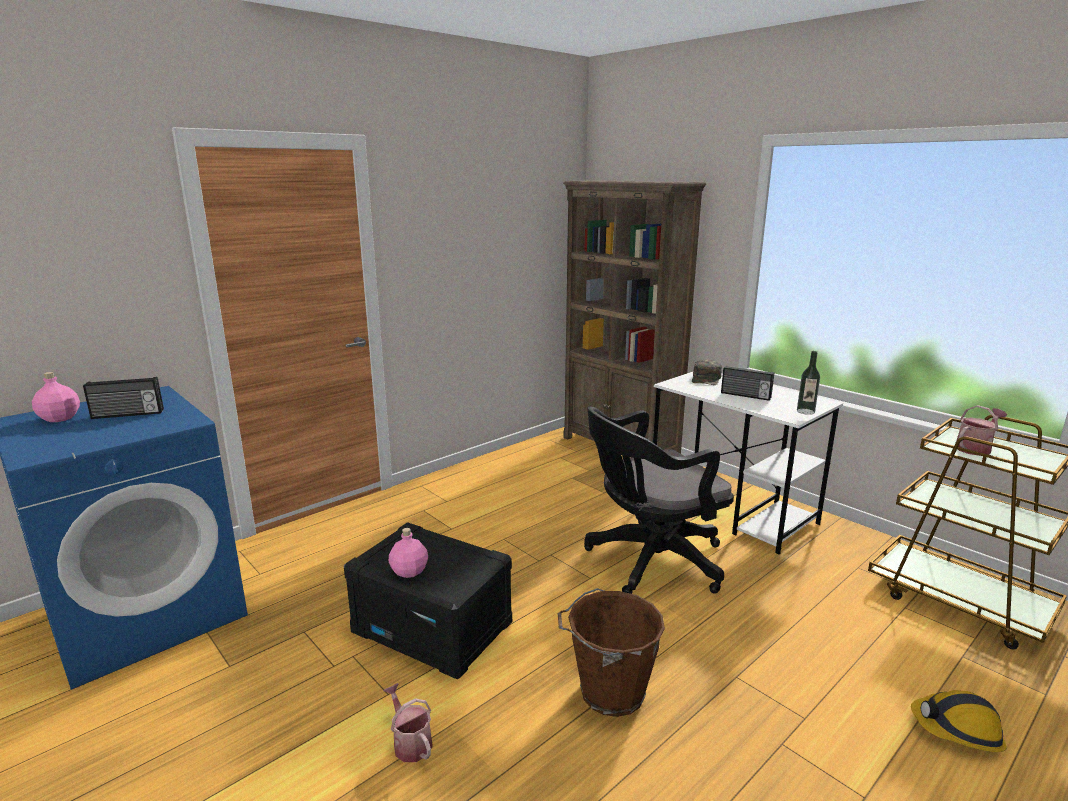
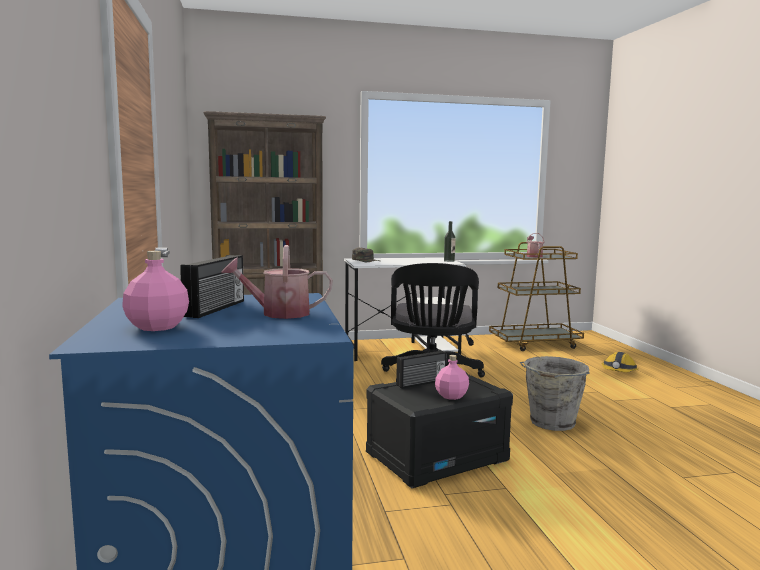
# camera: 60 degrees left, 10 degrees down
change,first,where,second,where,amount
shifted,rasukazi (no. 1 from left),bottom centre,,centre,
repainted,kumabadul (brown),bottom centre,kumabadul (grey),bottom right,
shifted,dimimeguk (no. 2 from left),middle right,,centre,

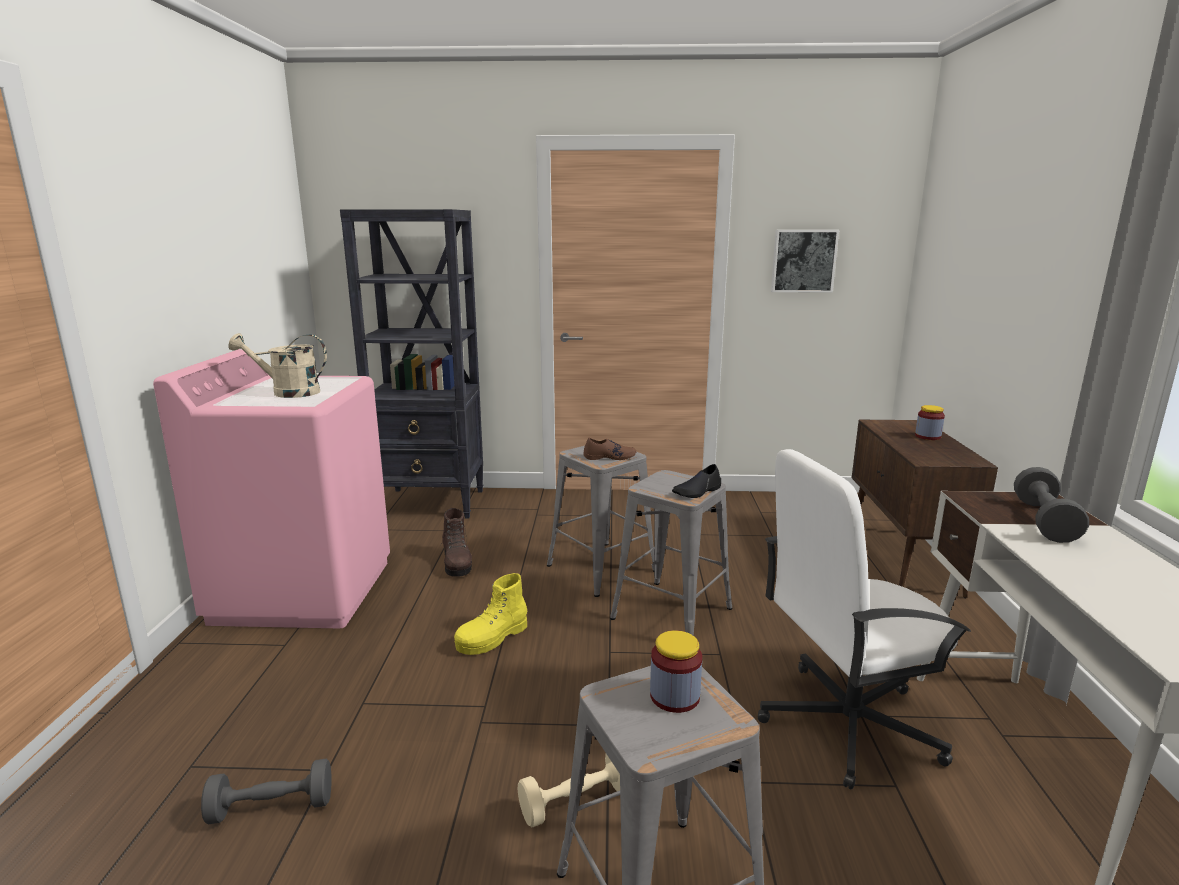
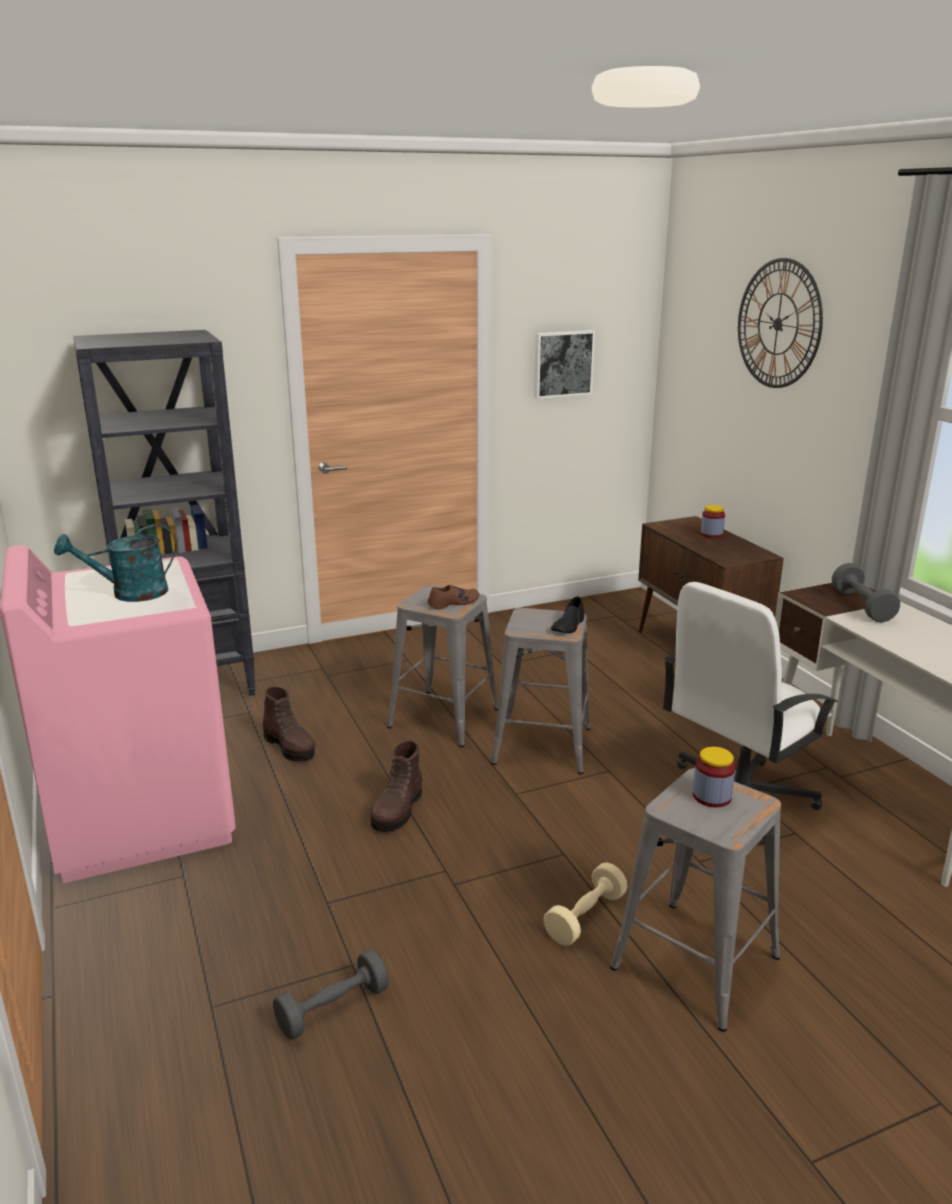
# camera: 25 degrees left, 5 degrees up
change,first,where,second,where,amount
repainted,rasukazi (beige),middle left,rasukazi (turquoise),middle left,
repainted,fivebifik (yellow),bottom centre,fivebifik (brown) (no. 2 from left),centre,
new,,,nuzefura,top right,

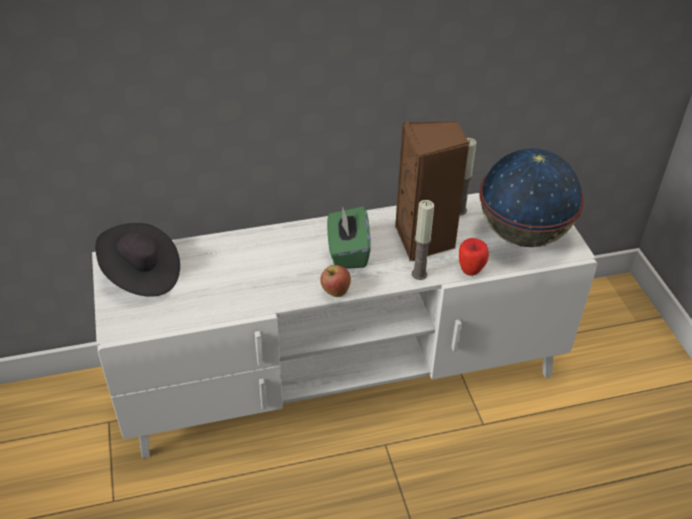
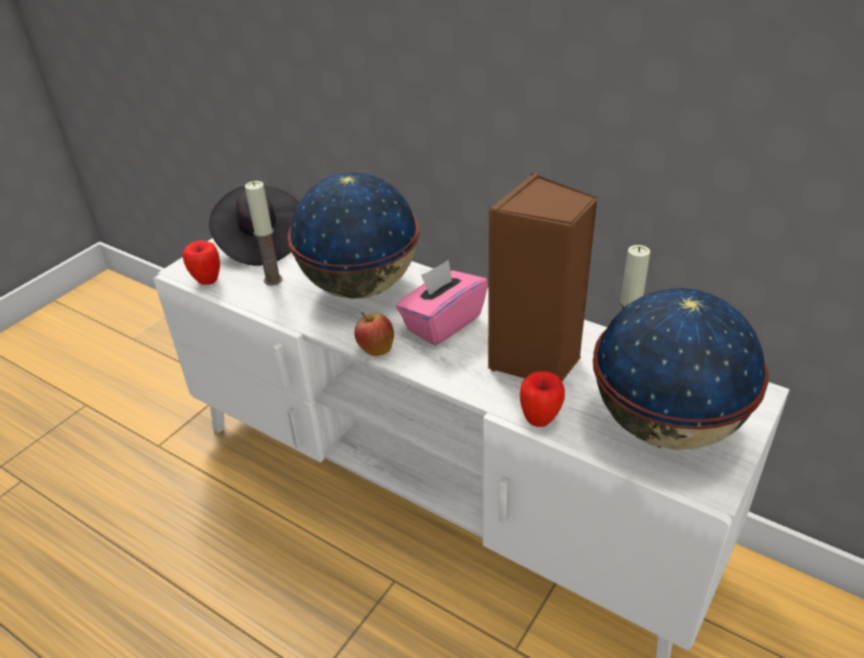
# camera: 50 degrees right, 5 degrees down
change,first,where,second,where,amount
repainted,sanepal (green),centre,sanepal (pink),centre,
shifted,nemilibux (no. 1 from left),centre,,middle left,
new,,,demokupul (no. 1 from left),middle left,
new,,,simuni (no. 1 from left),centre,

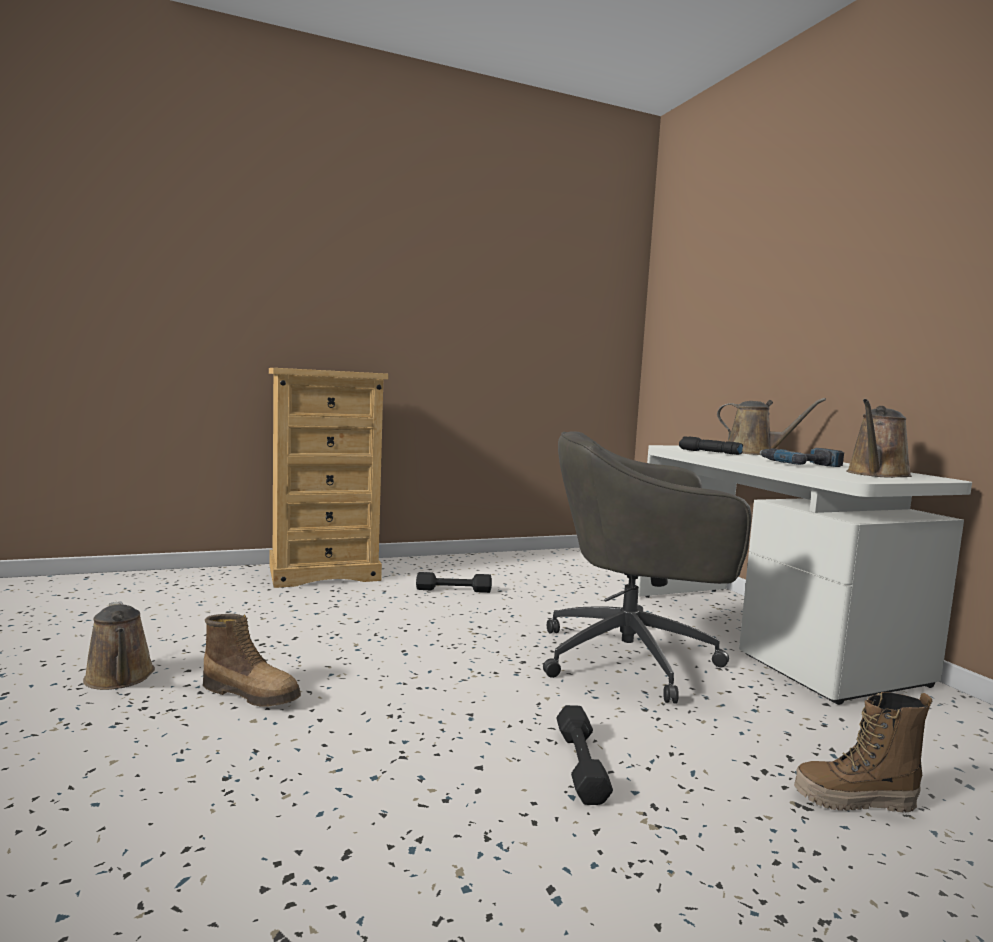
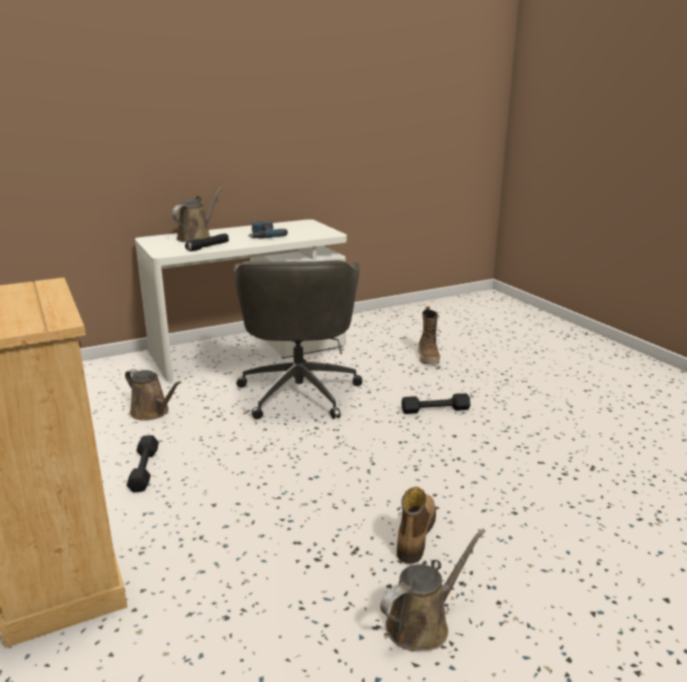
# camera: 95 degrees left, 15 degrees up
change,first,where,second,where,amount
shifted,rasukazi (brown) (no. 3 from left in the first image),middle right,rasukazi (brown) (no. 1 from left),middle left,

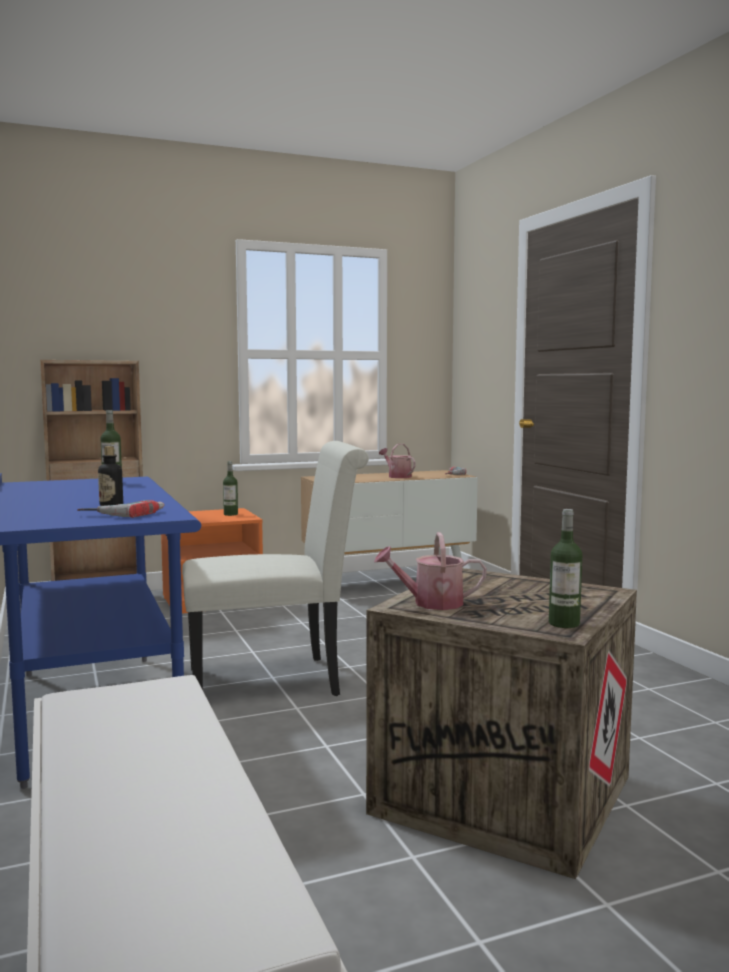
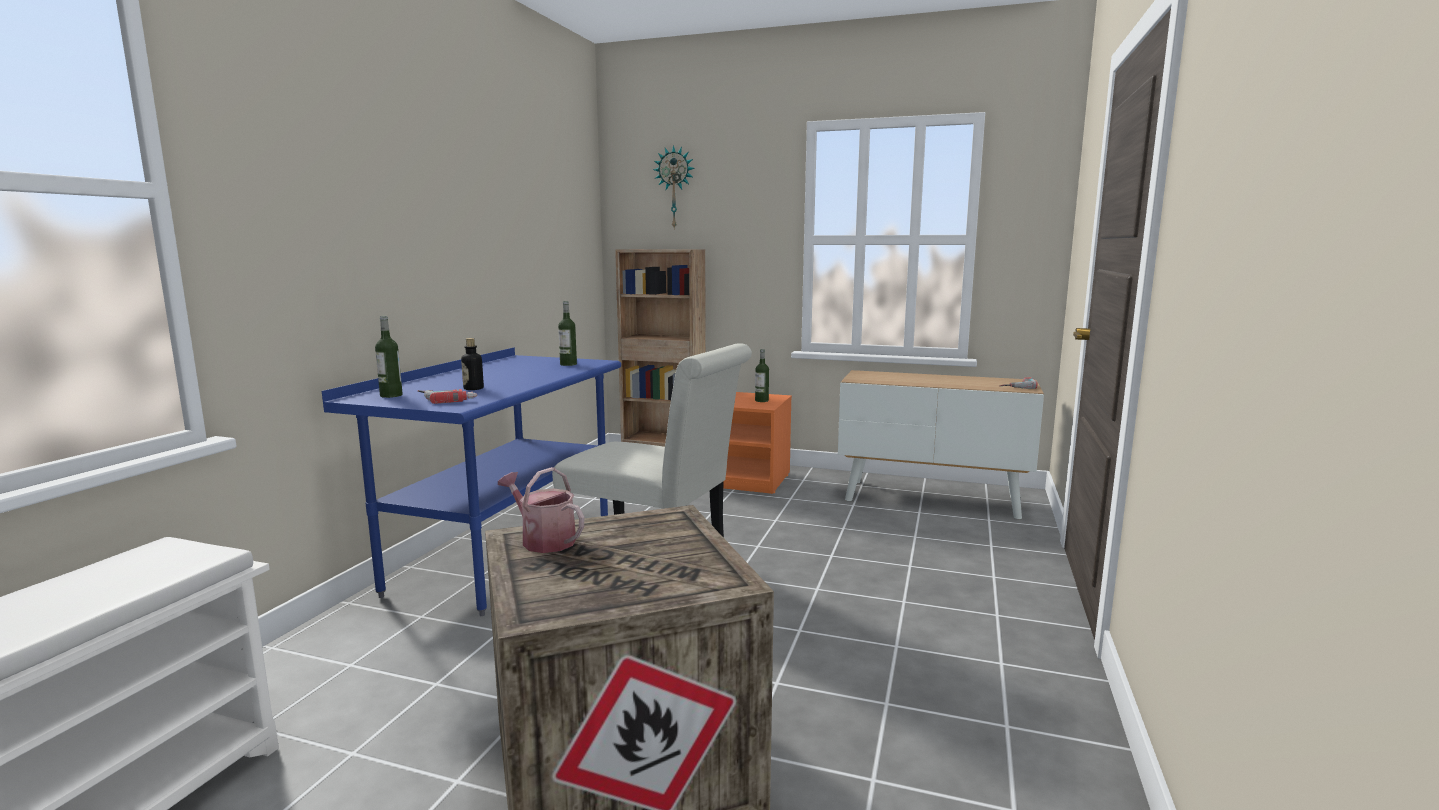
# camera: 40 degrees right, 5 degrees up
change,first,where,second,where,amount
gone,rasukazi (no. 1 from left),centre,,,
shifted,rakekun (no. 4 from left in the first image),middle right,rakekun (no. 1 from left),middle left,
new,,,nuzefura,top centre,

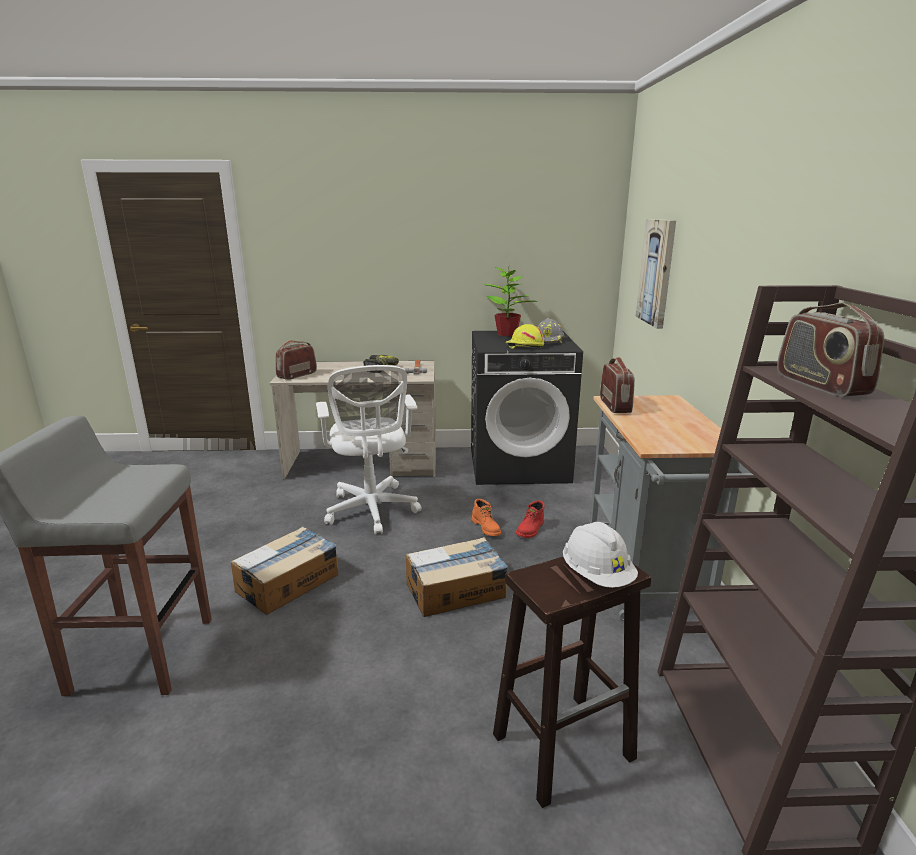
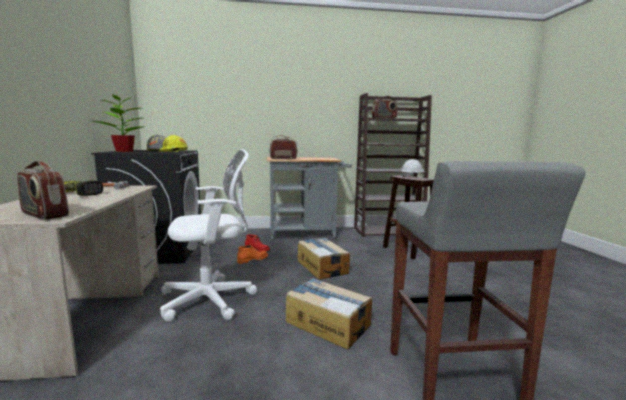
# camera: 95 degrees left, 10 degrees down
change,first,where,second,where,amount
gone,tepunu,top right,,,

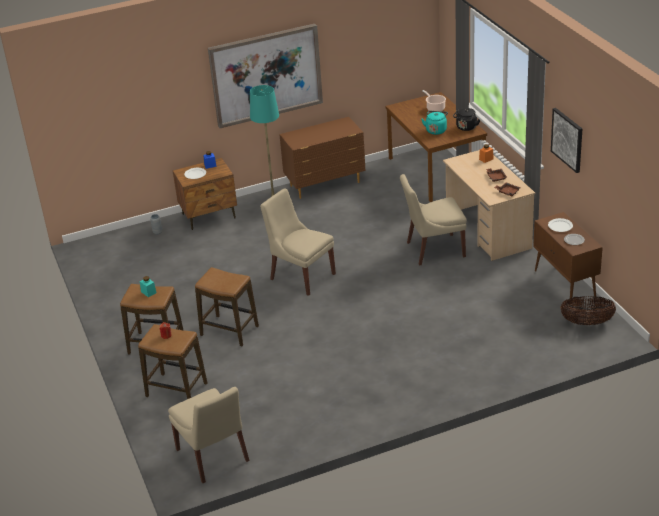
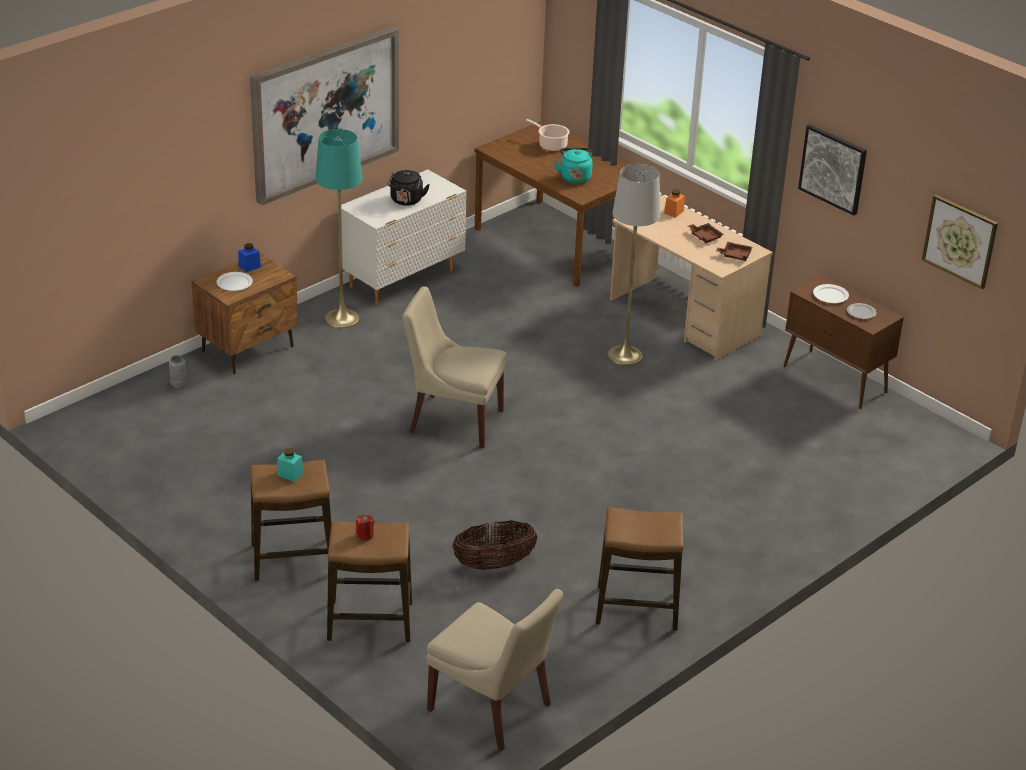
# camera: 25 degrees left, 0 degrees up
change,first,where,second,where,amount
shifted,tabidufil (no. 3 from left),centre,,bottom centre,
repainted,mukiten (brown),top centre,mukiten (white),top centre,
swapped,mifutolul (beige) (no. 3 from left),centre,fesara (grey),centre,
shifted,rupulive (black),top right,,top centre,
shifted,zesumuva,middle right,,bottom centre,
new,,,tepunu (no. 3 from left),top right,

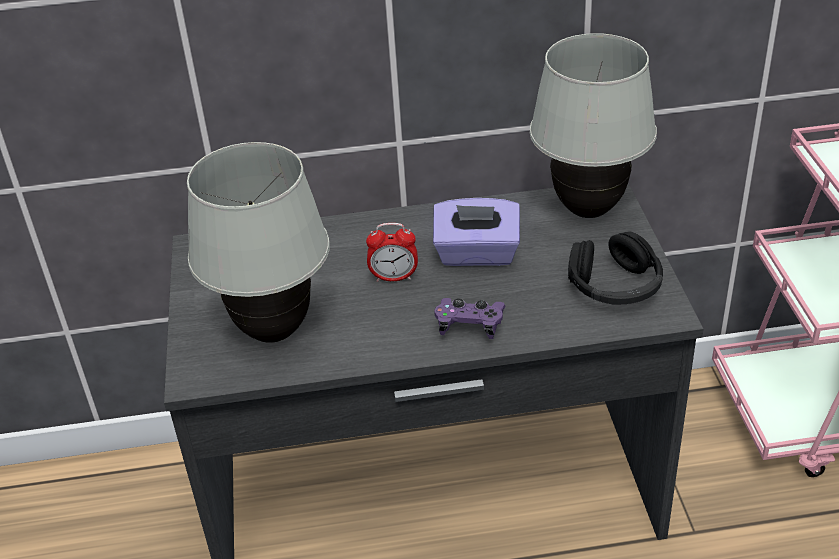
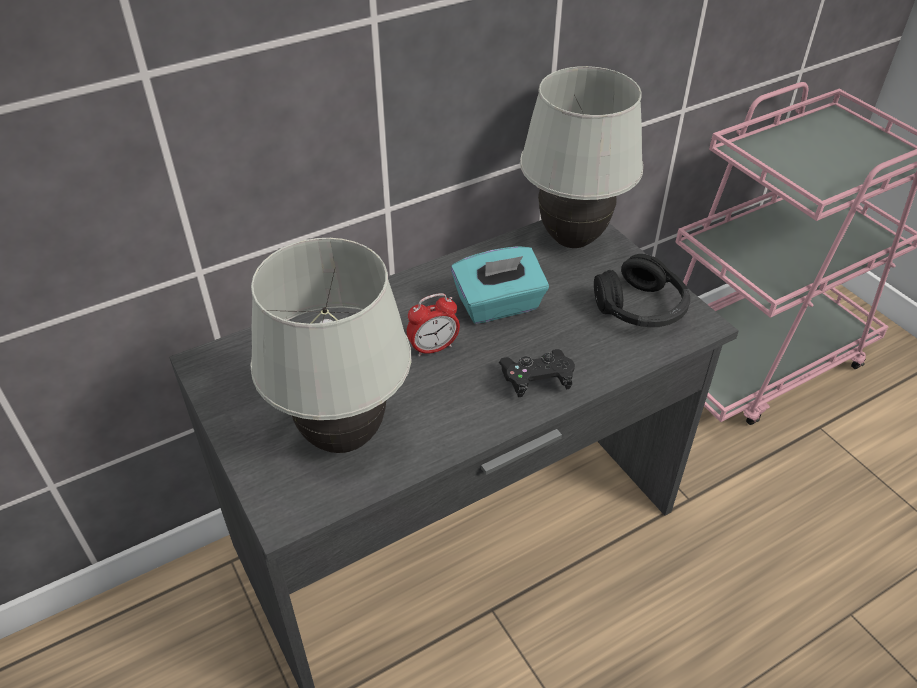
# camera: 25 degrees left, 5 degrees up
change,first,where,second,where,amount
repainted,sanepal (purple),centre,sanepal (turquoise),centre,
repainted,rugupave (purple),centre,rugupave (black),centre,

